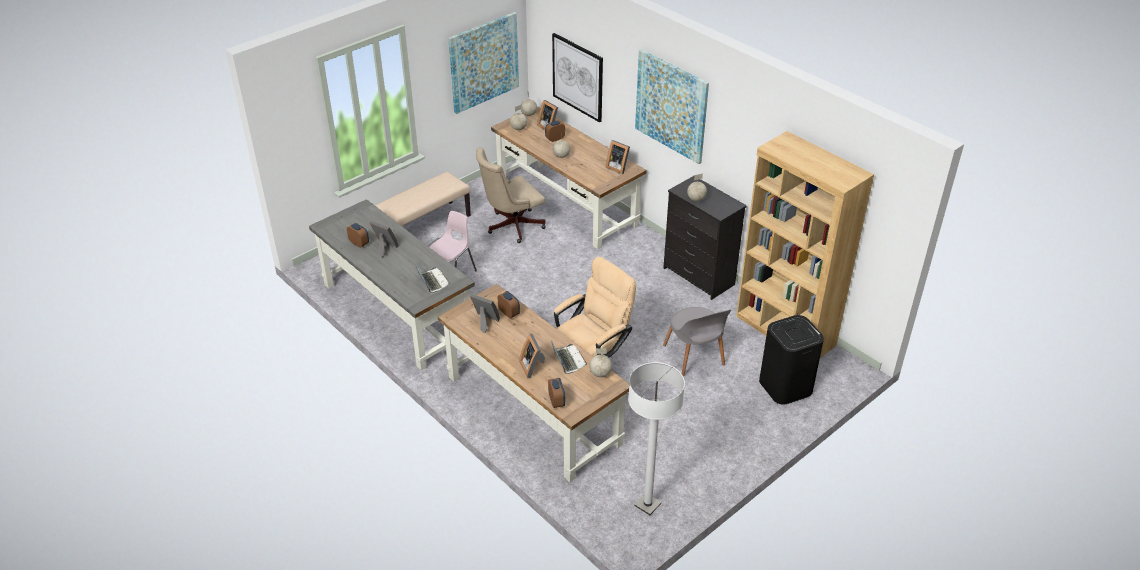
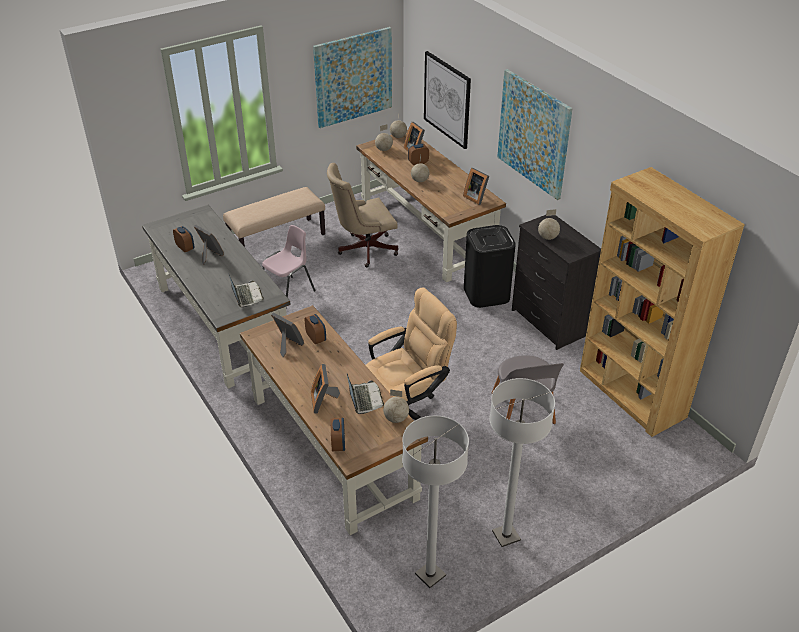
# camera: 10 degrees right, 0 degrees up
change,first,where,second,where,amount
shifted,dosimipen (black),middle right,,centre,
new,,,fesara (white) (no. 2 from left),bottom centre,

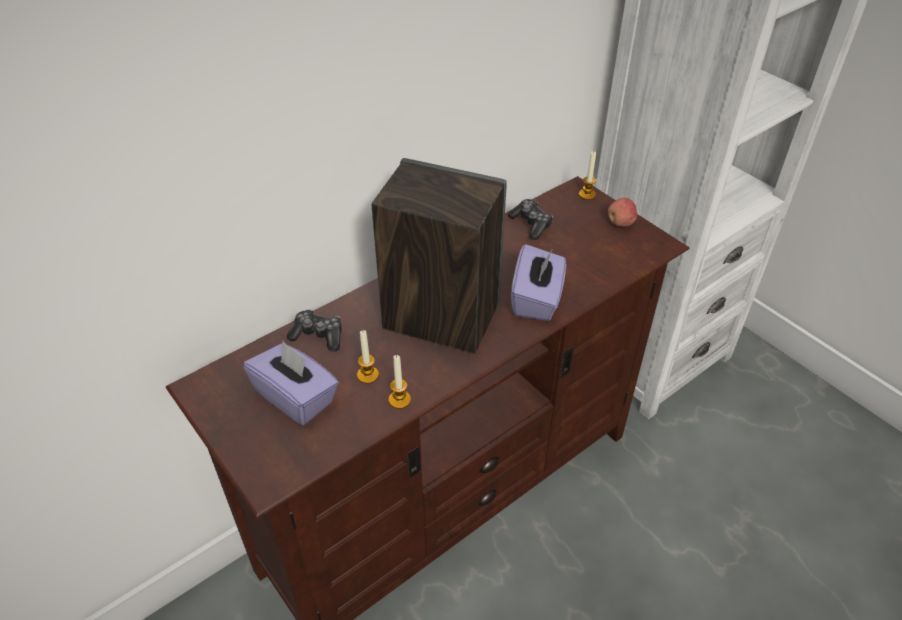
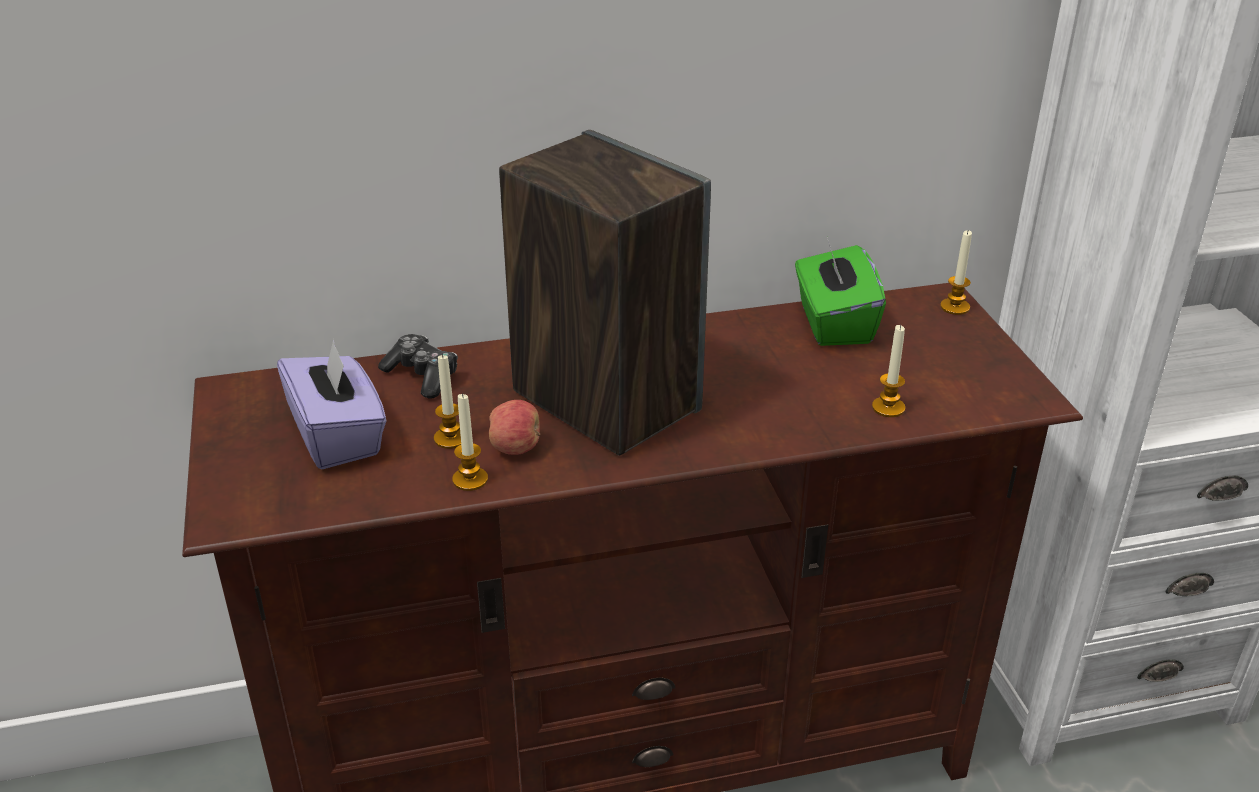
# camera: 25 degrees right, 10 degrees down
change,first,where,second,where,amount
swapped,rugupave (no. 2 from left),centre,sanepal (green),middle right,
gone,sanepal (purple) (no. 2 from left),centre,,,
shifted,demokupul,middle right,,centre,
new,,,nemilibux (no. 3 from left),middle right,

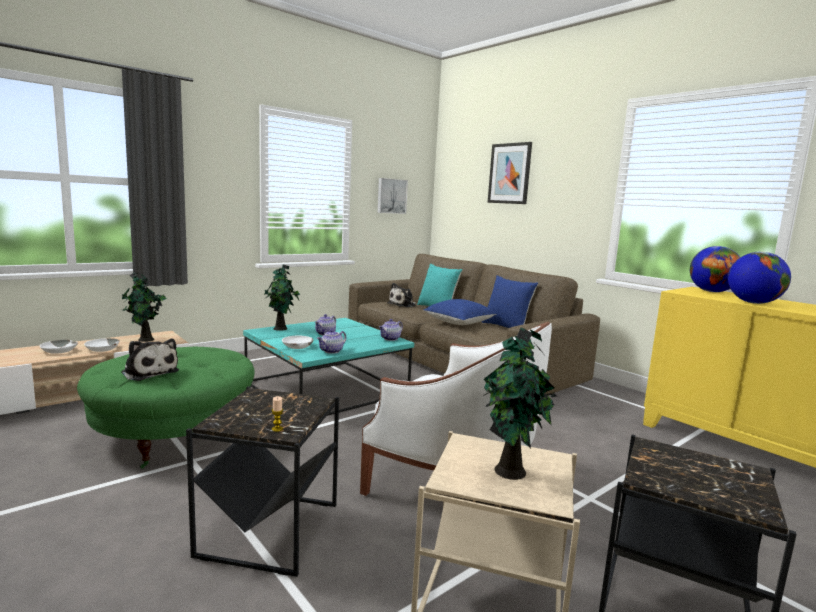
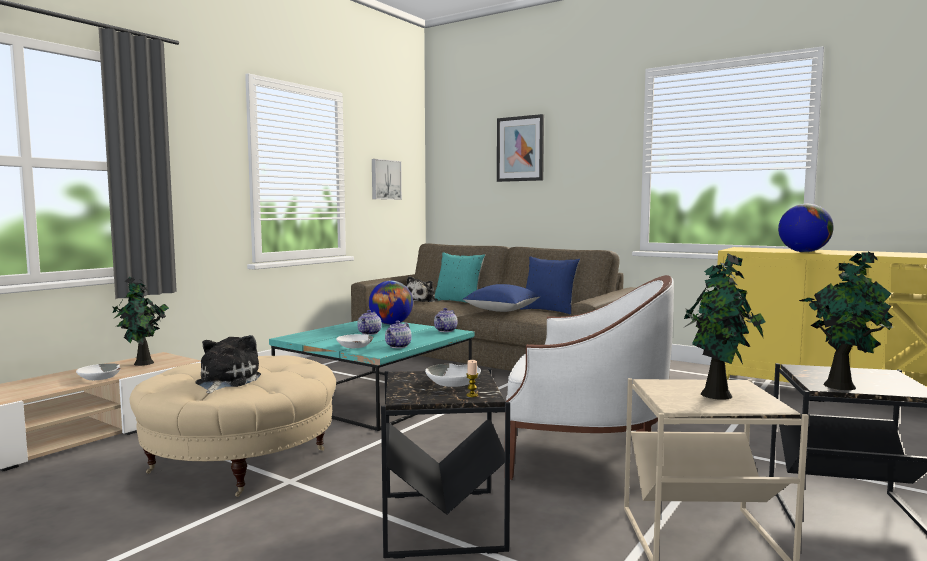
# camera: 15 degrees left, 5 degrees down
change,first,where,second,where,amount
shifted,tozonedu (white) (no. 1 from left in the first image),middle left,tozonedu (white) (no. 3 from left),bottom centre,
repainted,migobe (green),bottom left,migobe (beige),bottom left,
rotated,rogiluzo (no. 1 from left),middle left,,middle left,105 degrees counterclockwise
shifted,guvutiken (no. 2 from left in the first image),centre,guvutiken (no. 3 from left),middle right,
shifted,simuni (no. 1 from left),middle right,,centre,

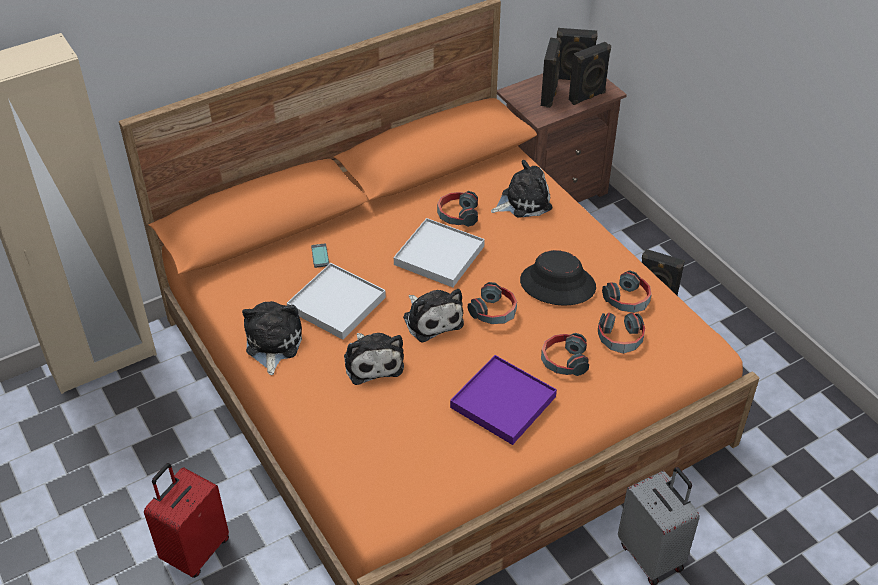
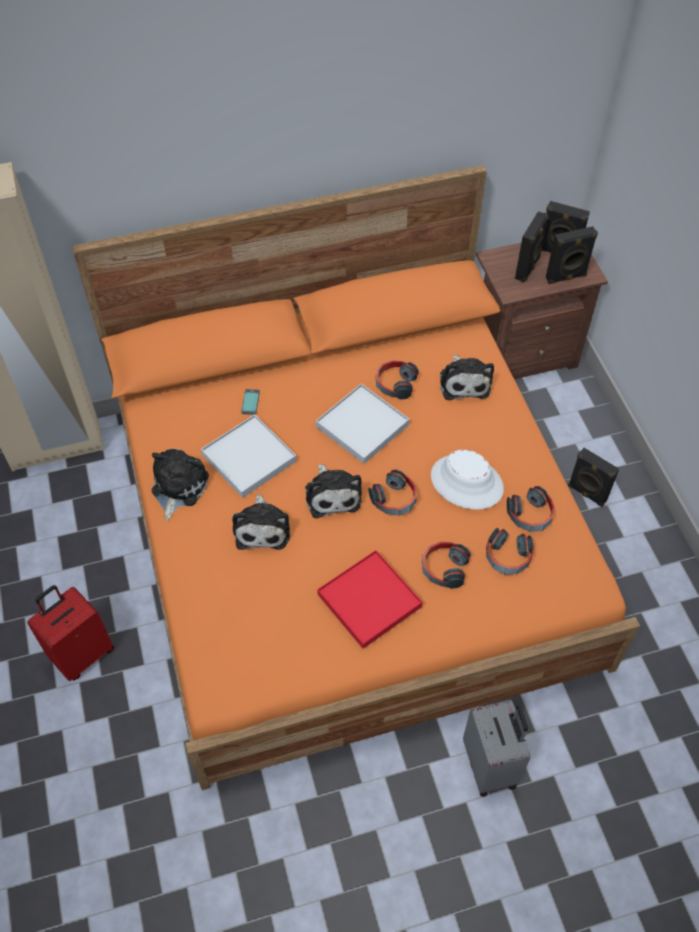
# camera: 15 degrees right, 10 degrees up
change,first,where,second,where,amount
repainted,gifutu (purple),bottom centre,gifutu (red),centre,
rotated,rogiluzo (no. 4 from left),top centre,,middle right,90 degrees clockwise
repainted,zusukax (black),centre,zusukax (white),middle right,

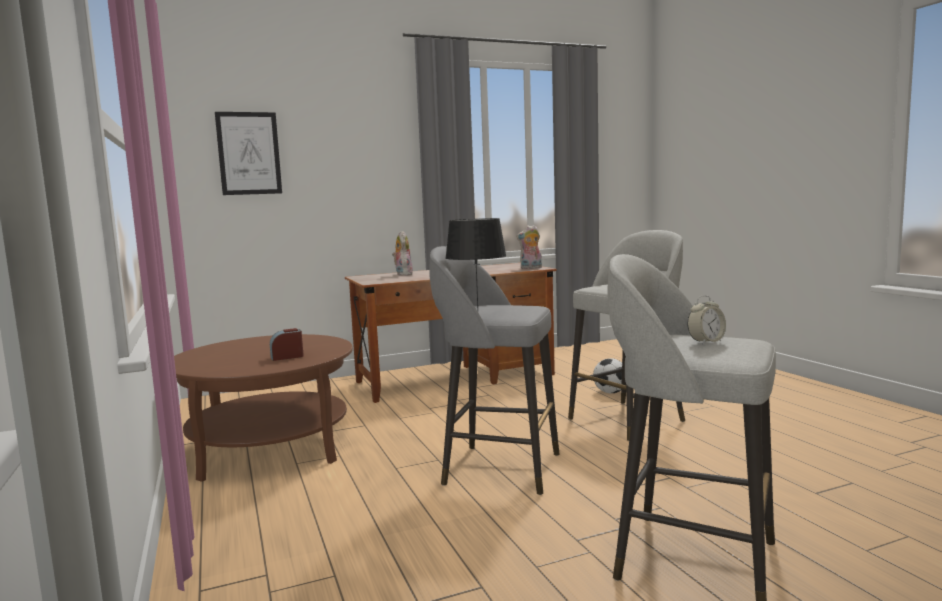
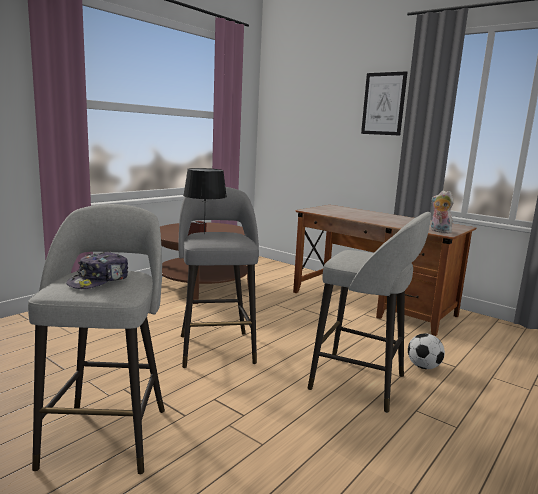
# camera: 60 degrees right, 5 degrees up
change,first,where,second,where,amount
shifted,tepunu,top left,,top right,
gone,rogiluzo (no. 1 from left),centre,,,
swapped,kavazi (no. 2 from left),middle right,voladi,middle left,

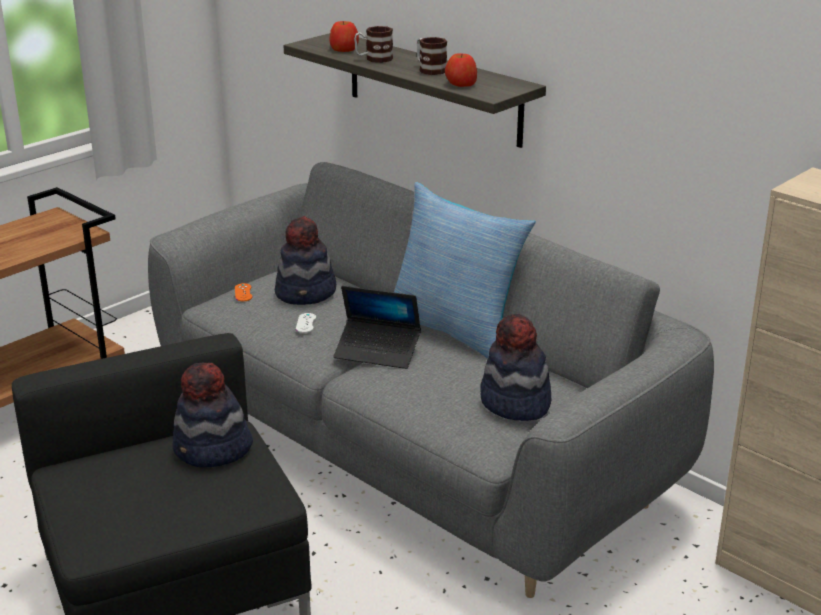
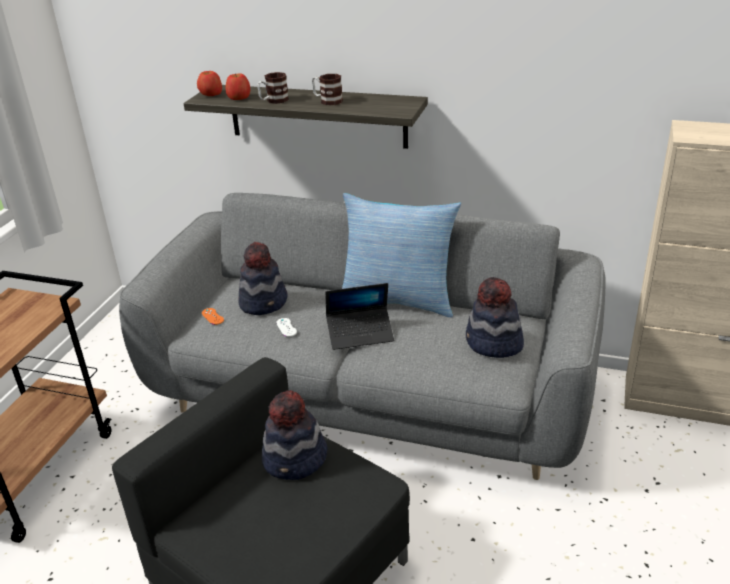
# camera: 25 degrees left, 5 degrees up
change,first,where,second,where,amount
shifted,demokupul (no. 2 from left in the first image),top centre,demokupul (no. 1 from left),top left,

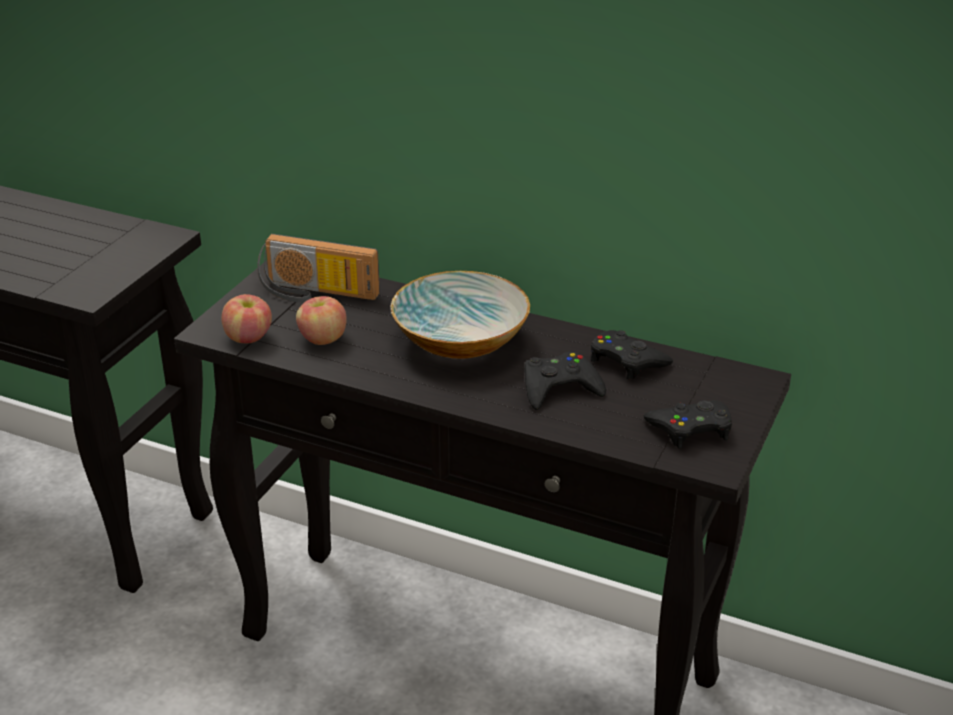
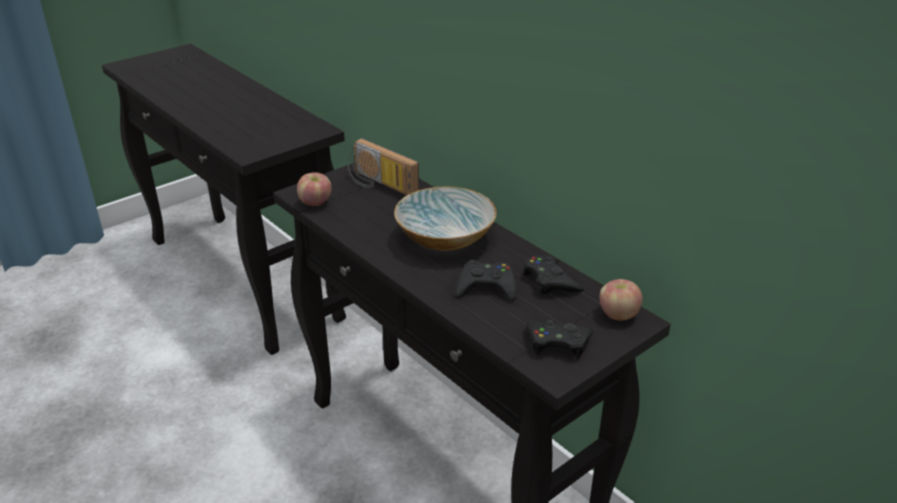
# camera: 25 degrees right, 0 degrees up
change,first,where,second,where,amount
shifted,demokupul (no. 2 from left),centre,,middle right,

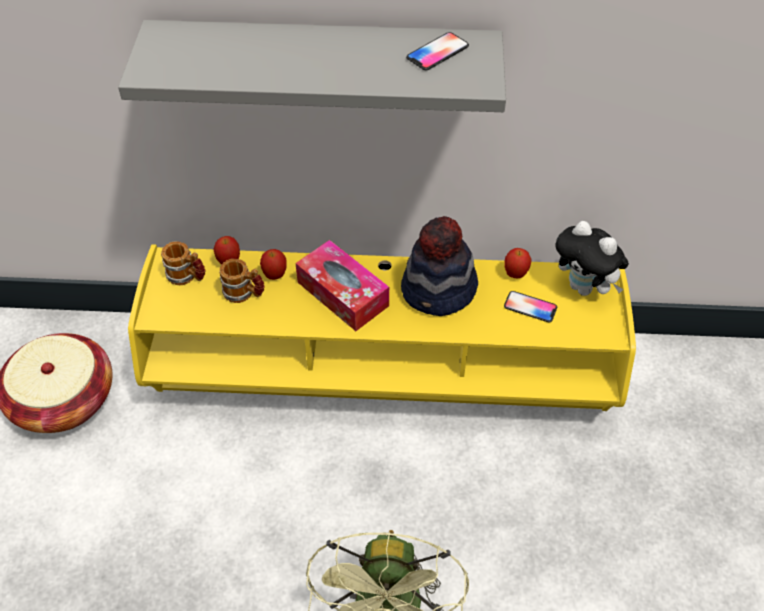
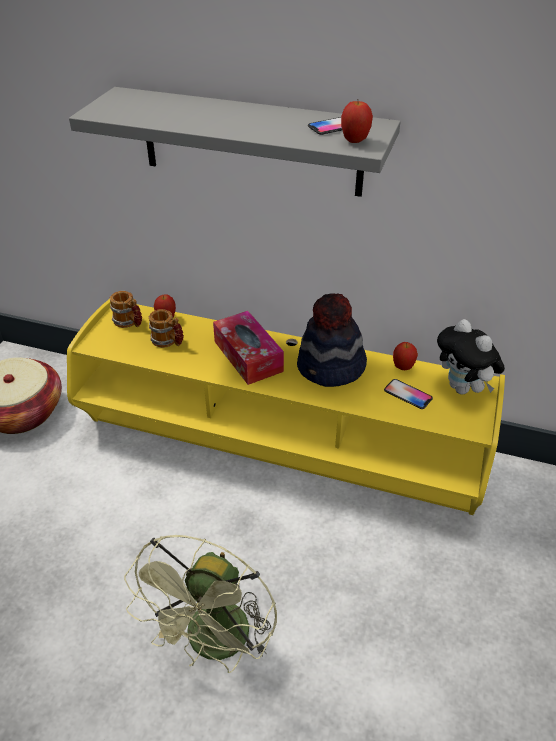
# camera: 15 degrees right, 10 degrees down
change,first,where,second,where,amount
shifted,demokupul (no. 2 from left),centre,,top centre,

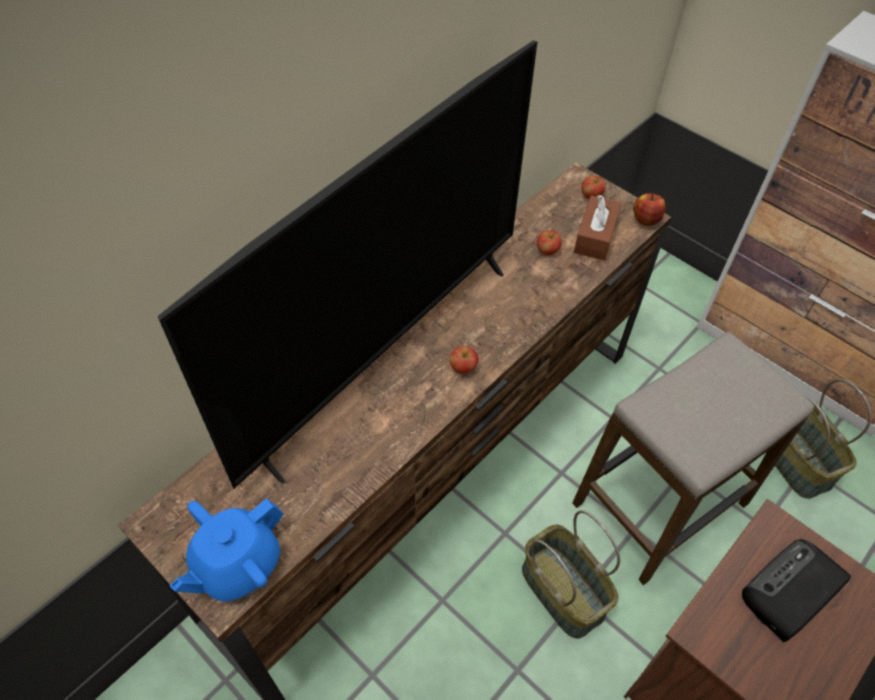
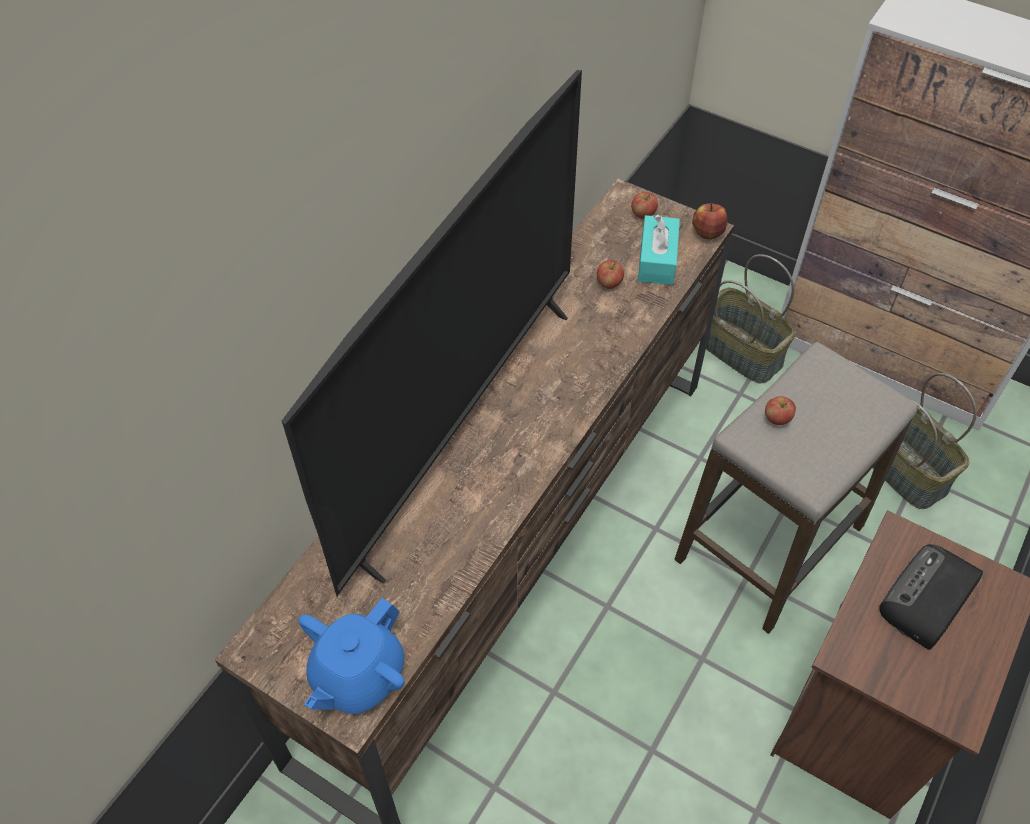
# camera: 10 degrees left, 0 degrees up
change,first,where,second,where,amount
shifted,demokupul (no. 1 from left in the first image),centre,demokupul (no. 4 from left),middle right,
shifted,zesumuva (no. 1 from left),bottom centre,,middle right,
repainted,sanepal (brown),top right,sanepal (turquoise),top centre,

